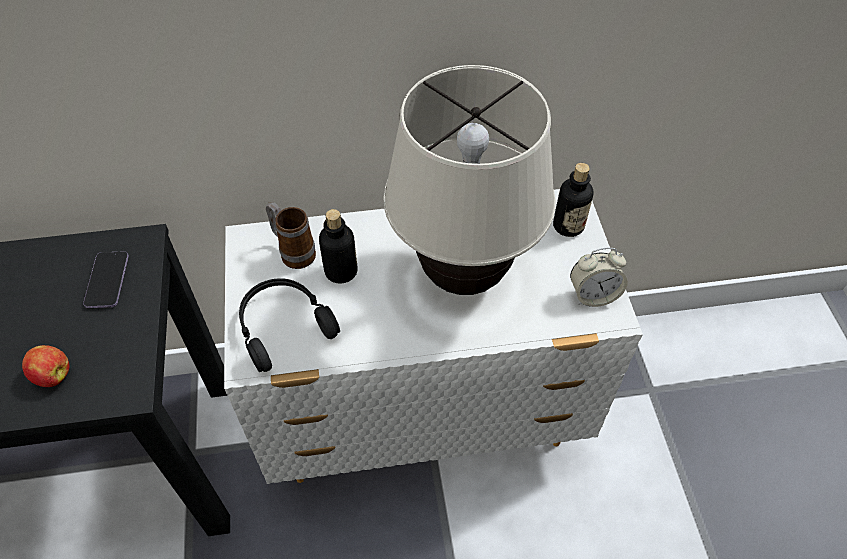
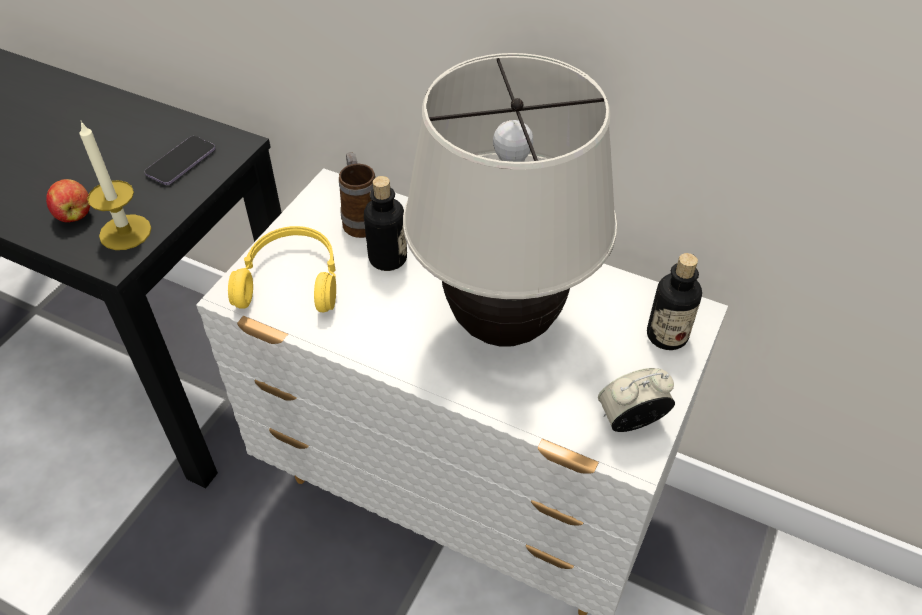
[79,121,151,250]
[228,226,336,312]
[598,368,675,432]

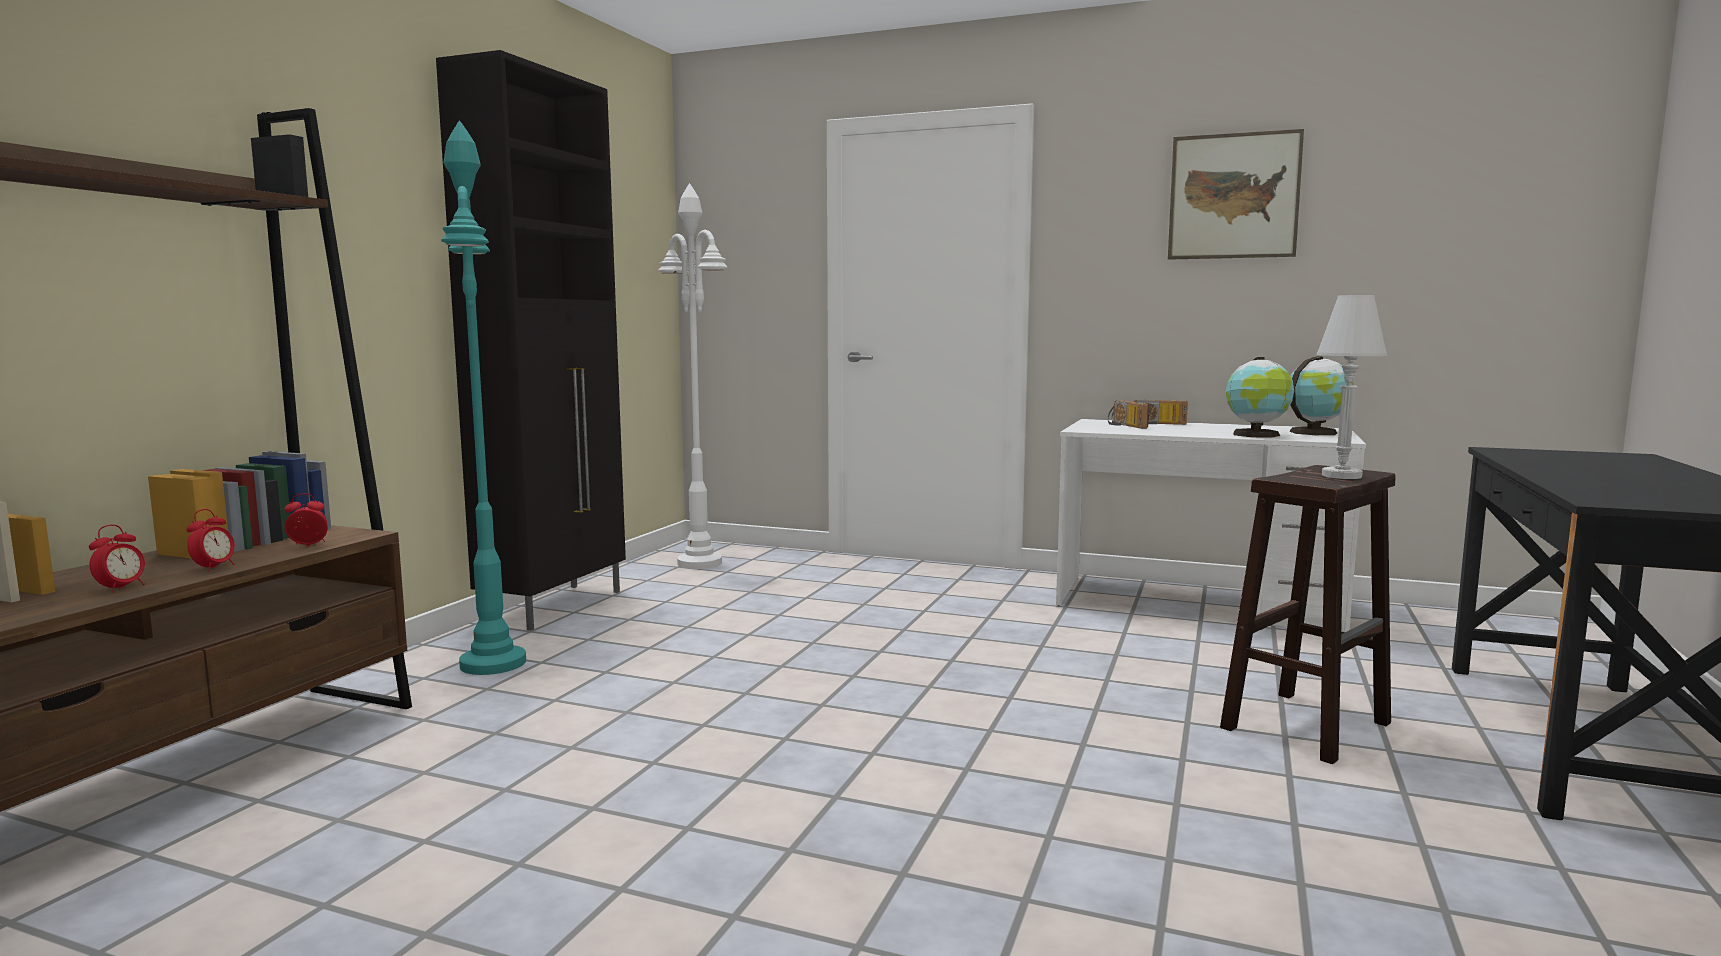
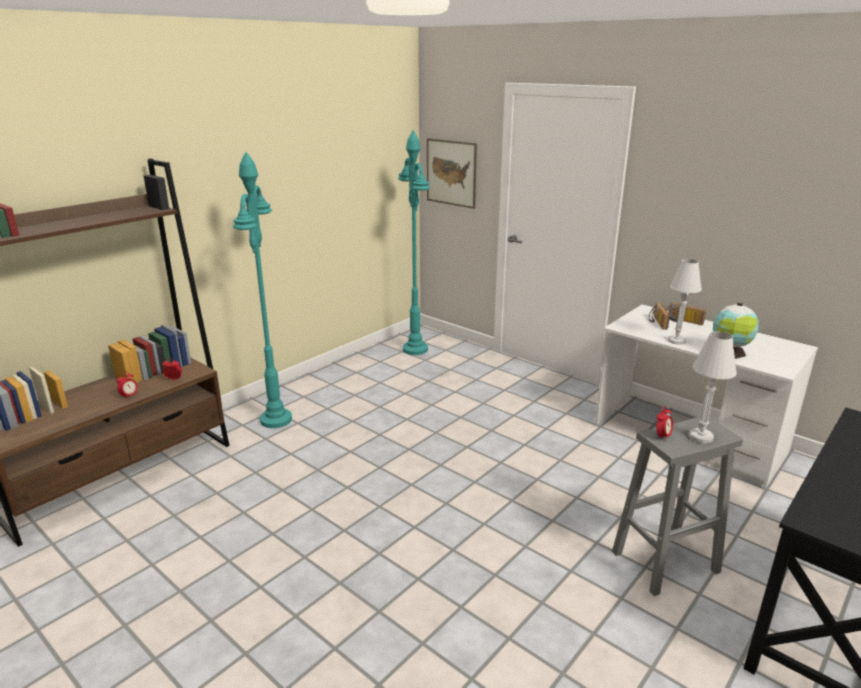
[436,50,626,631] (first image)
[1289,356,1354,435] (first image)
[668,259,702,345]
[657,406,673,439]
[427,138,477,209]
[398,131,430,355]
[612,416,743,596]

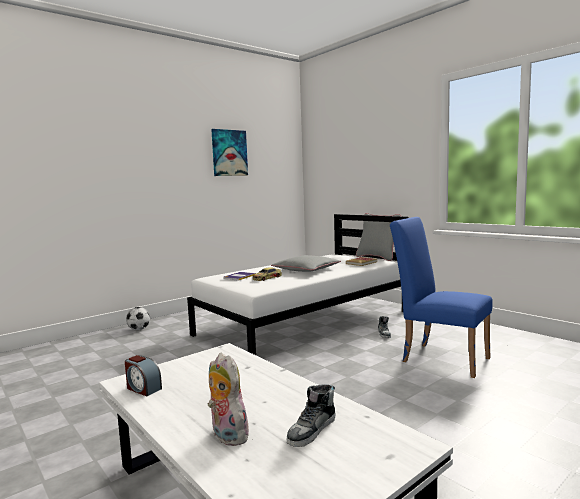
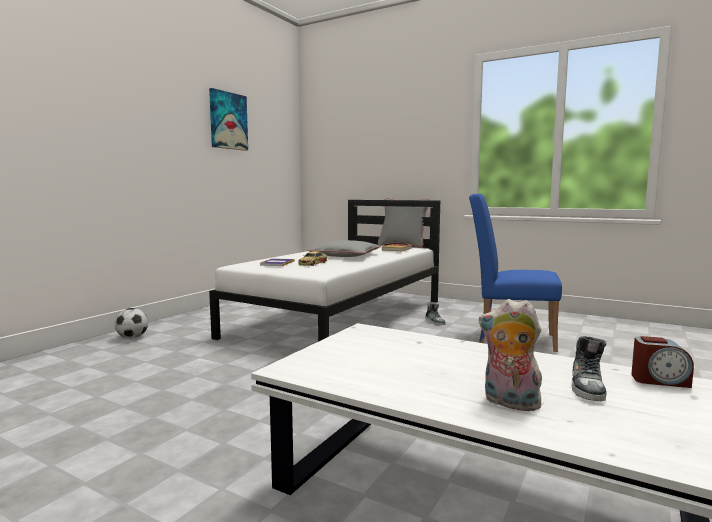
[631,336,694,388]

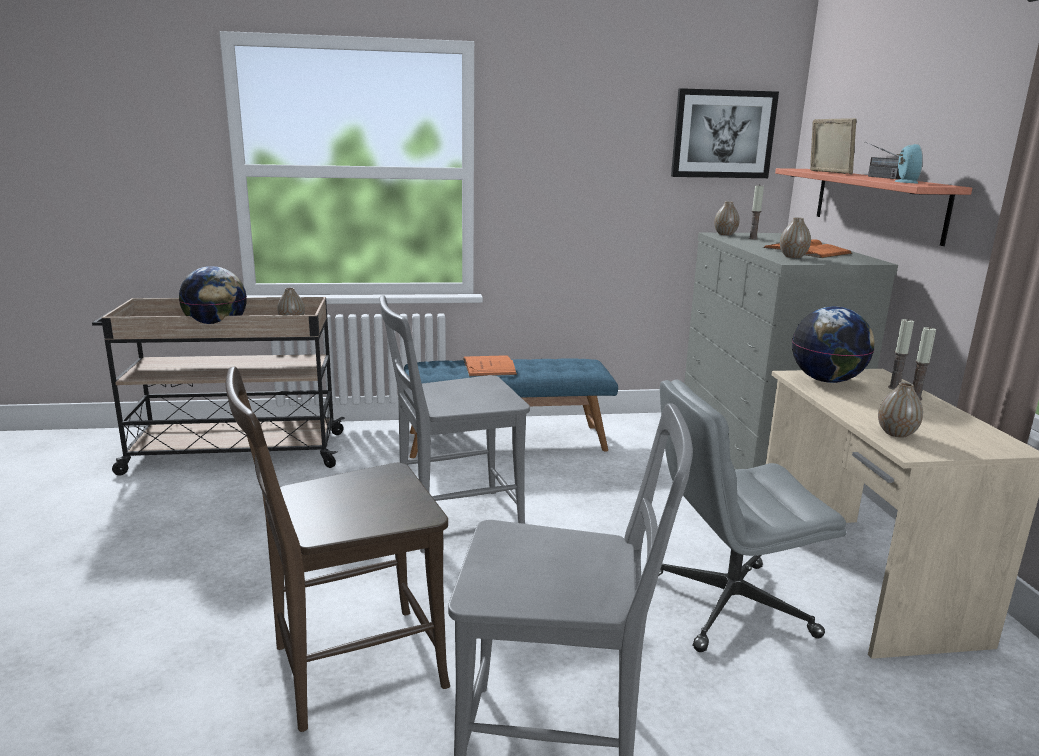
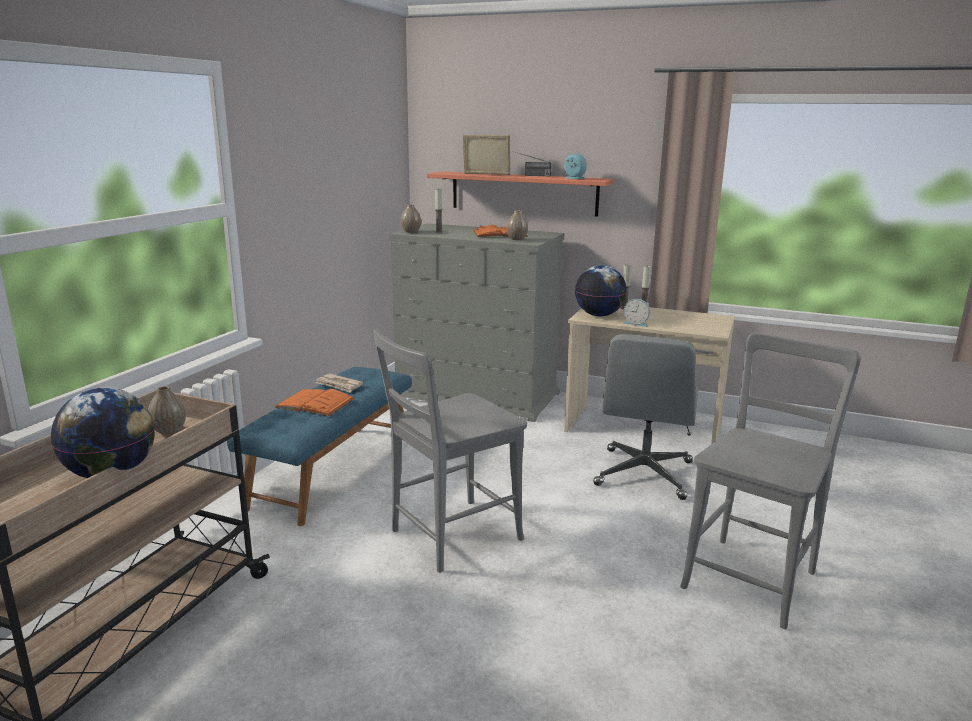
[226,367,450,732] (first image)
[671,88,779,178] (first image)
[878,382,923,438] (first image)
[315,374,363,393]
[623,299,650,327]
[373,329,527,573]

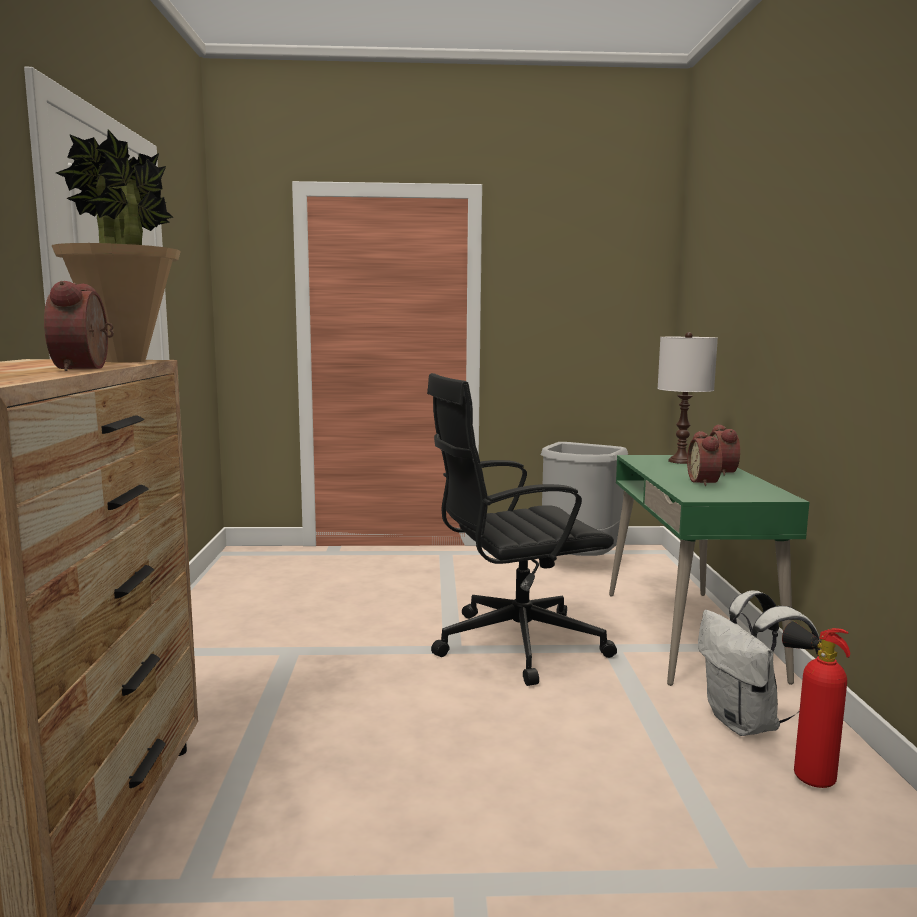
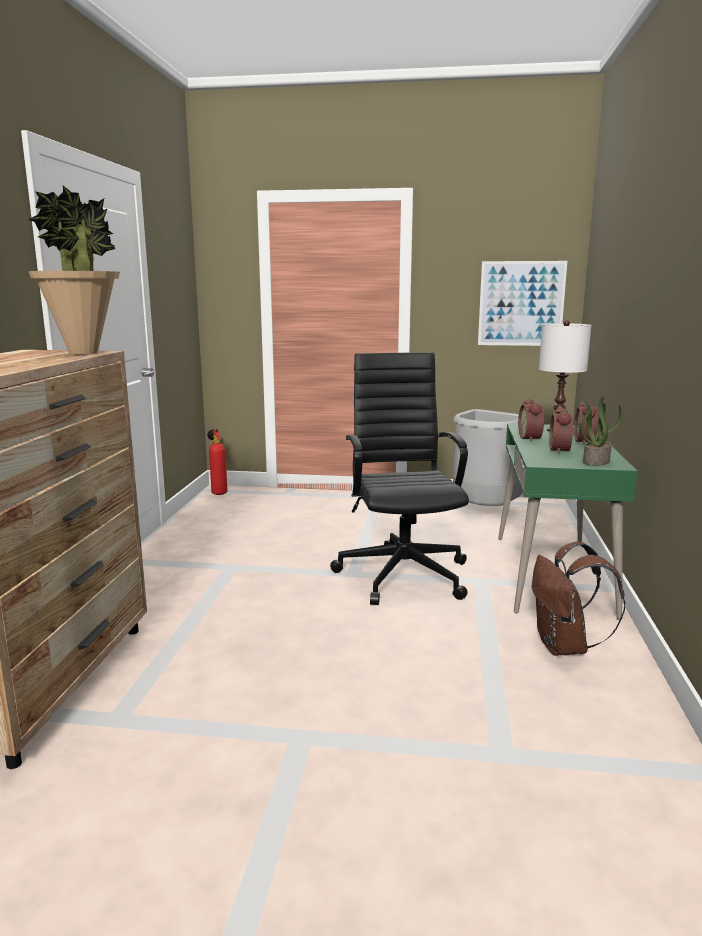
[478,261,567,346]
[580,396,622,466]
[518,398,544,442]
[207,429,228,495]
[532,542,625,656]
[330,352,469,605]

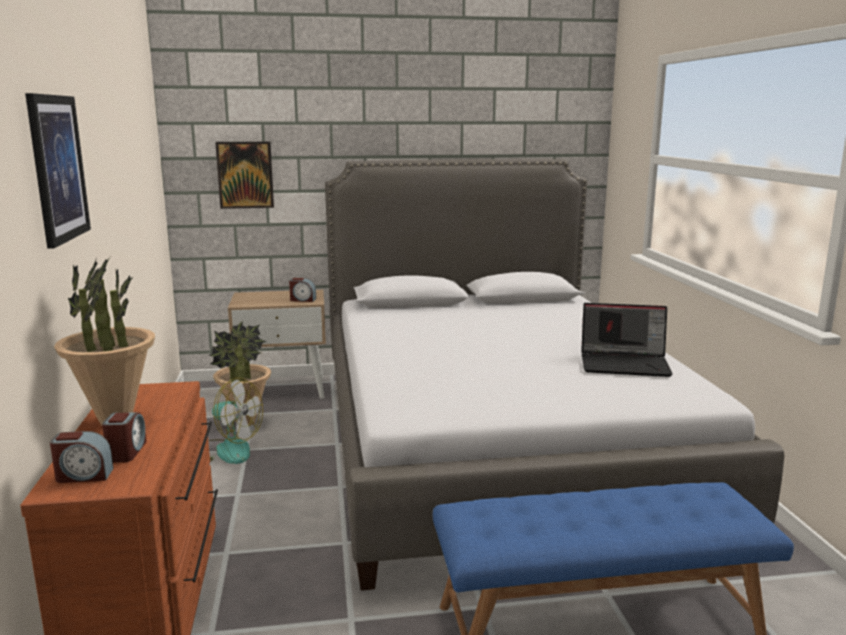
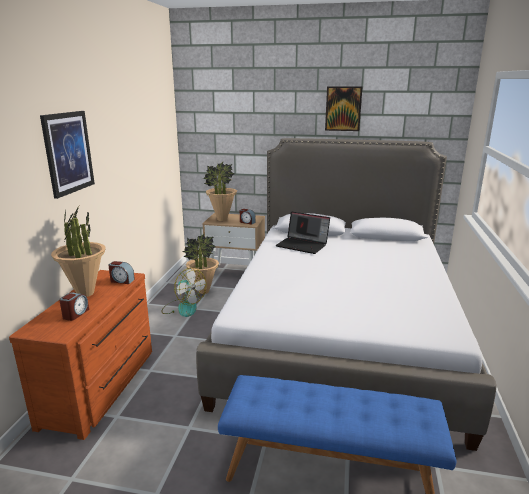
[203,162,237,221]
[108,261,135,284]
[325,86,362,131]
[276,211,330,254]

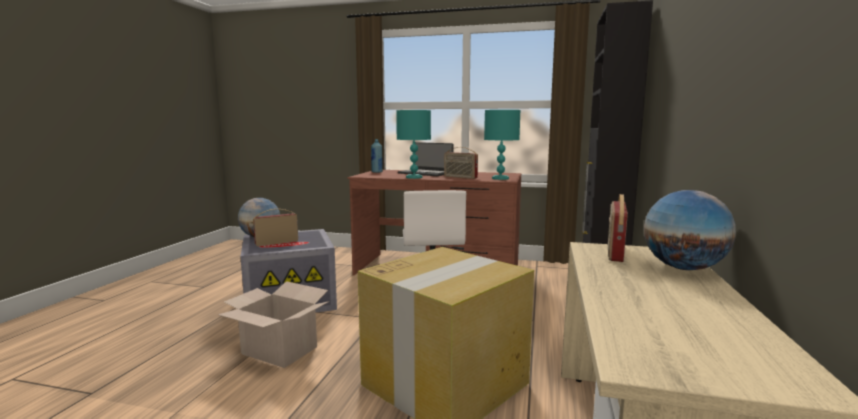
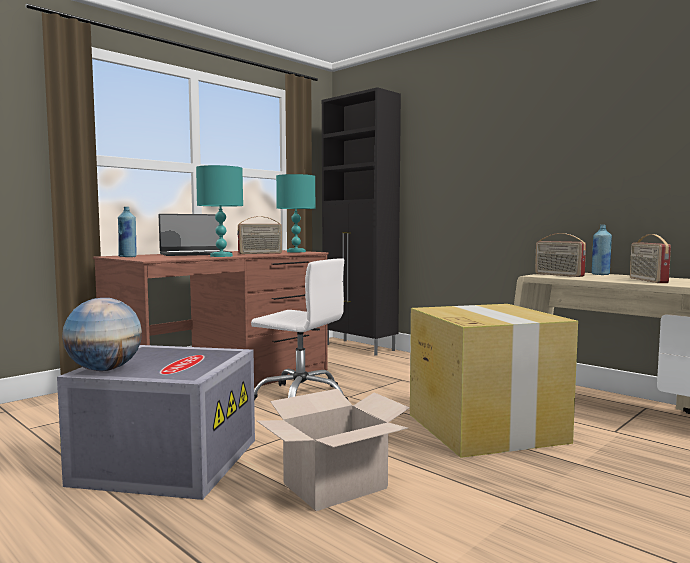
[630,234,671,283]
[592,225,612,275]

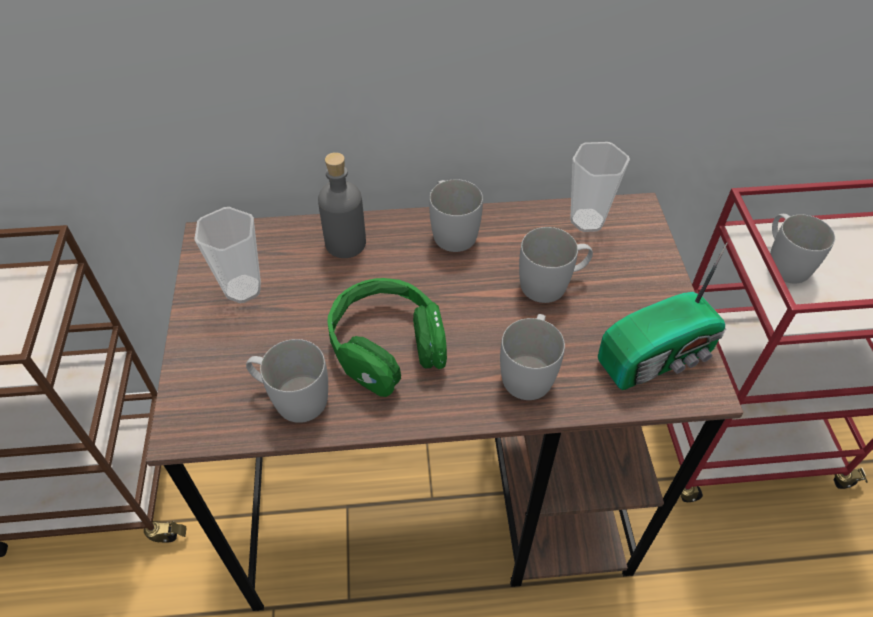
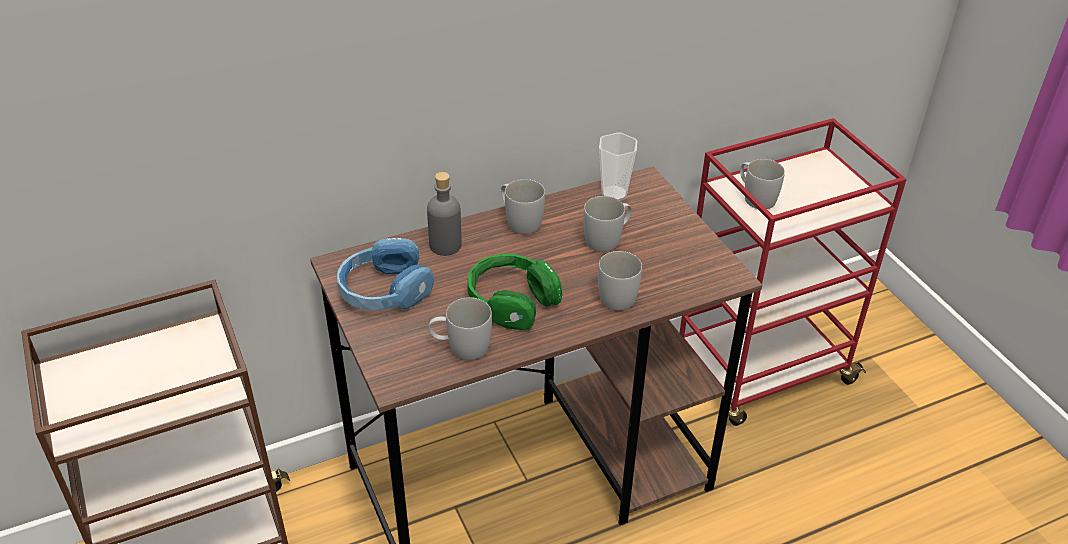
[598,242,728,390] (first image)
[337,238,434,310]

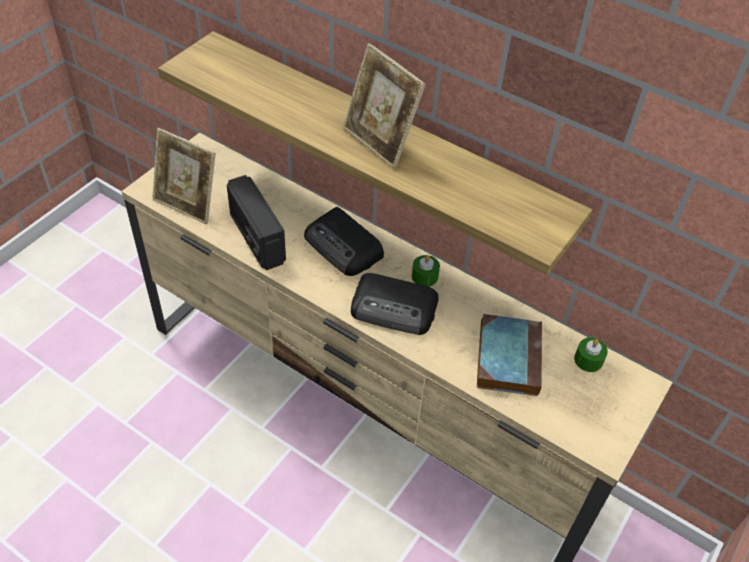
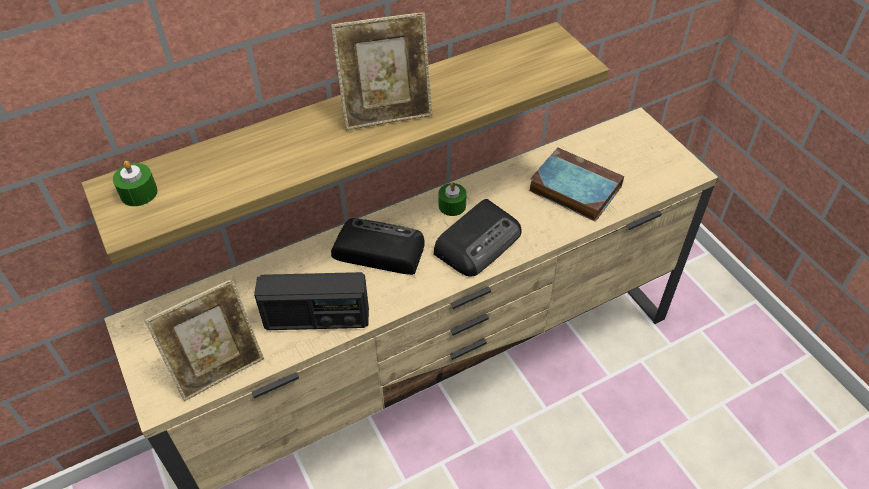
[113,161,157,206]
[331,218,425,275]

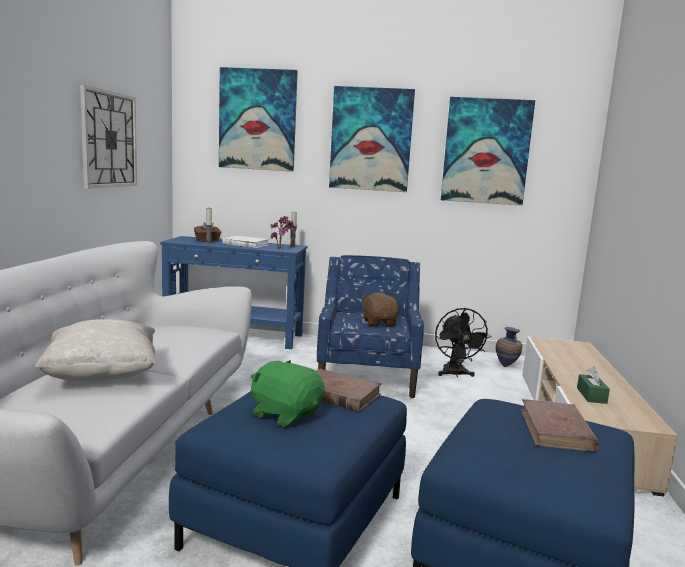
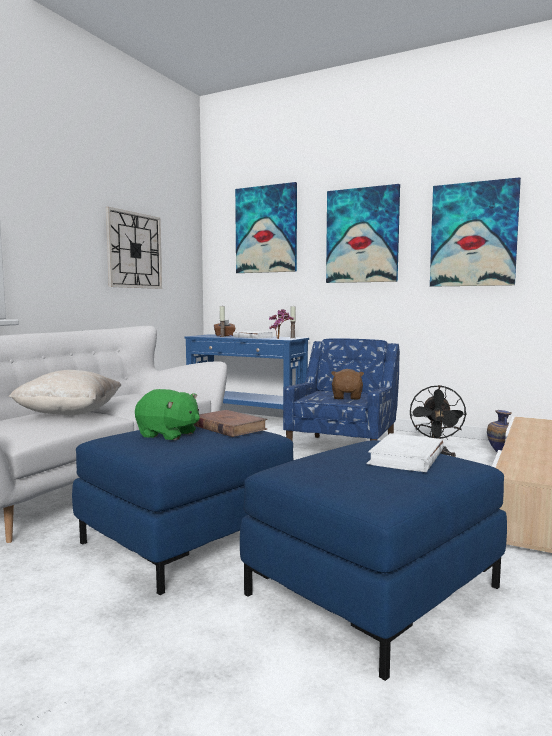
[577,367,610,404] (first image)
[367,433,444,472]
[135,389,200,440]

